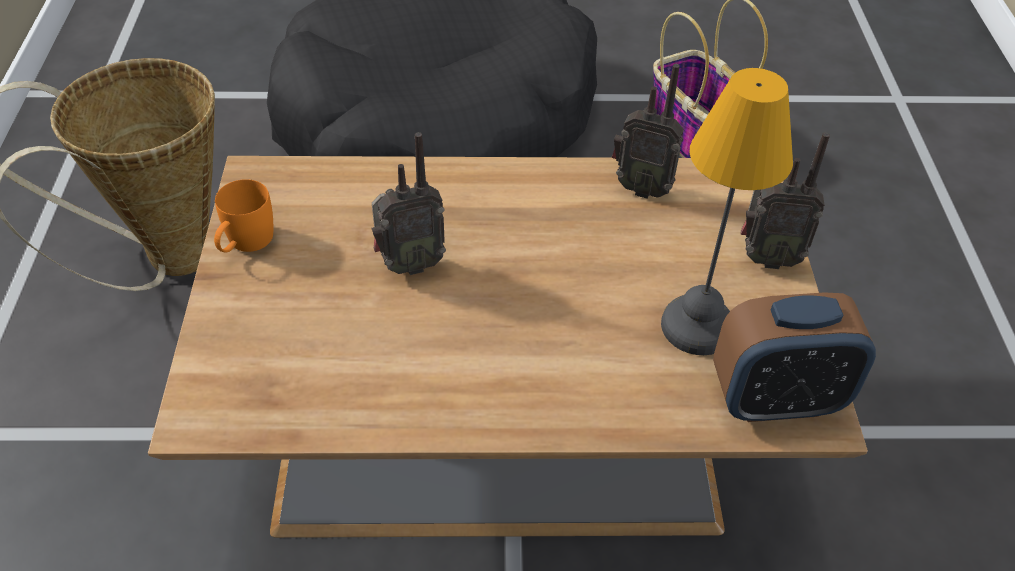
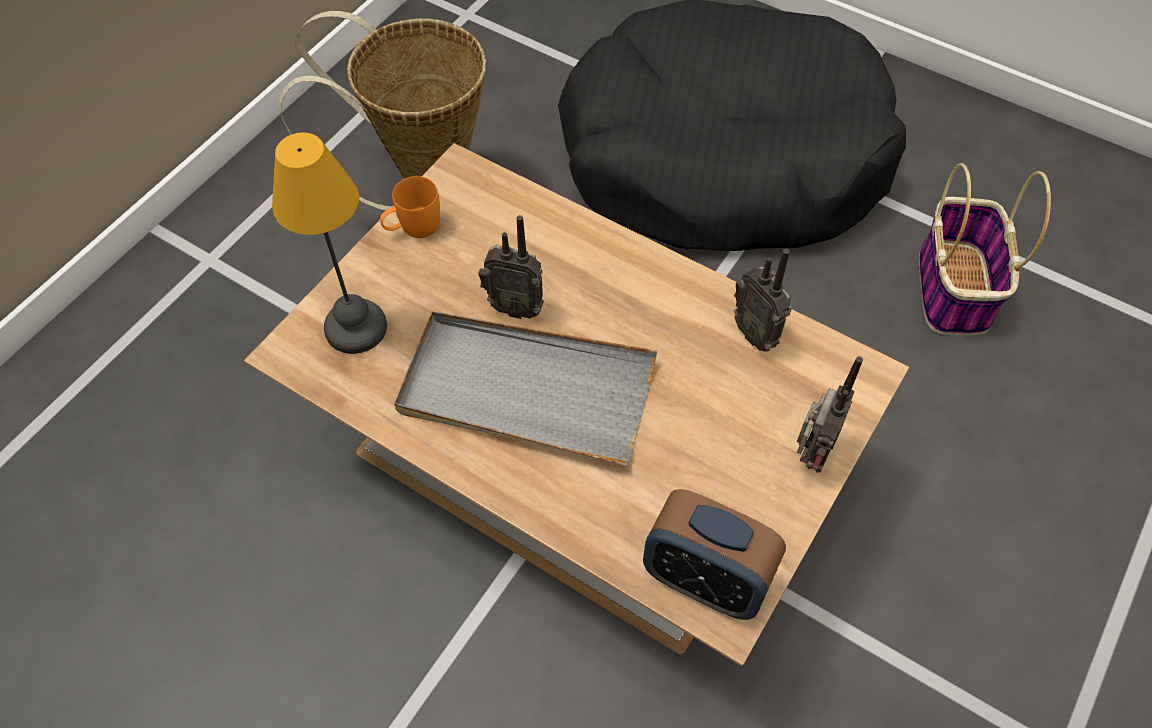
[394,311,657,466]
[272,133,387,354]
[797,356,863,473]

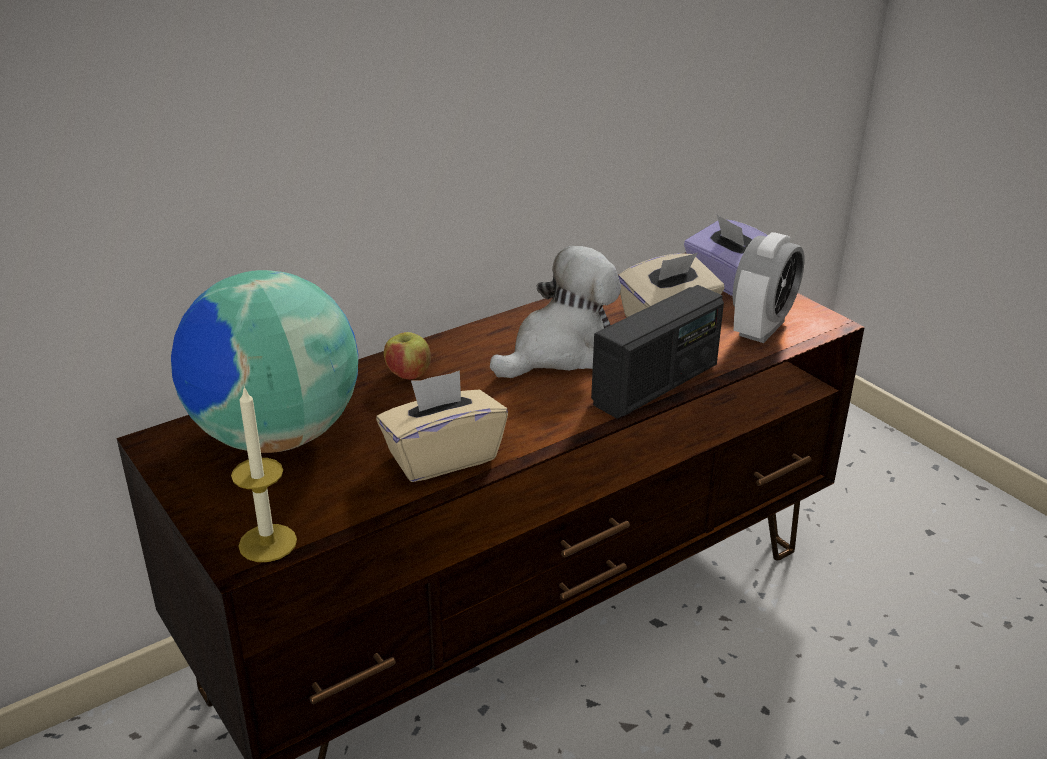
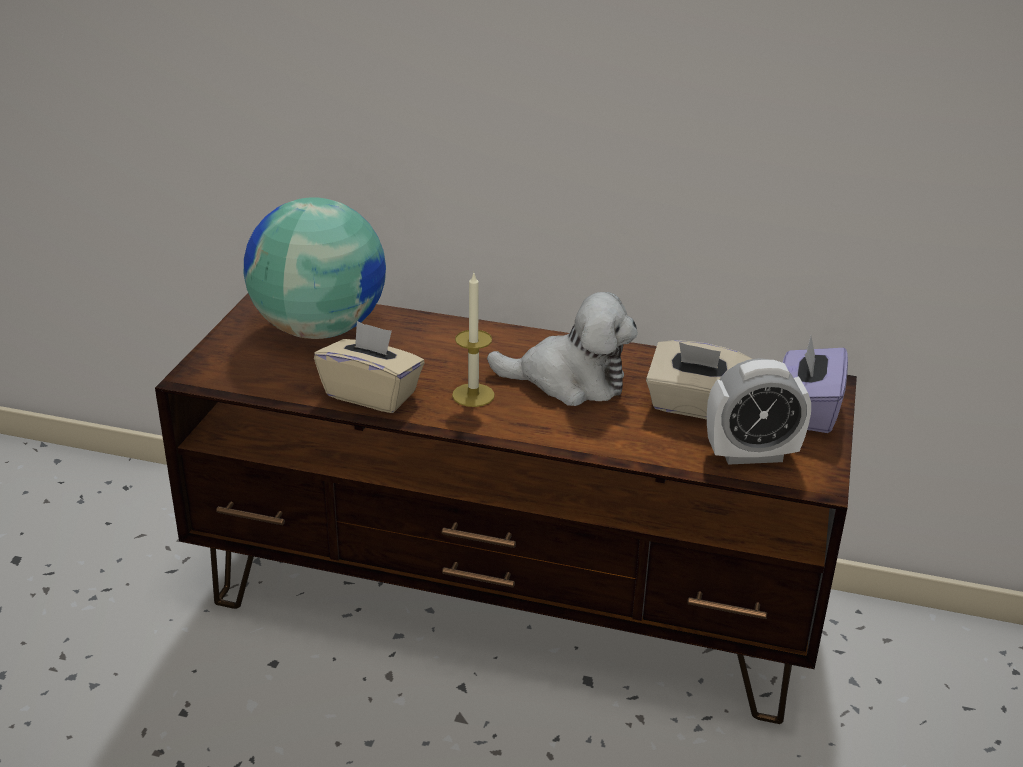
[384,332,431,380] (first image)
[591,285,724,419] (first image)
[452,273,495,407]

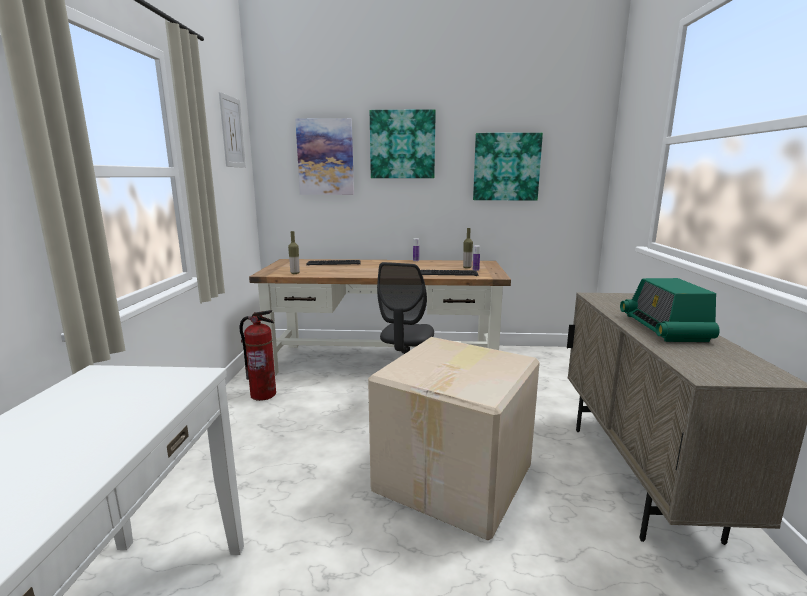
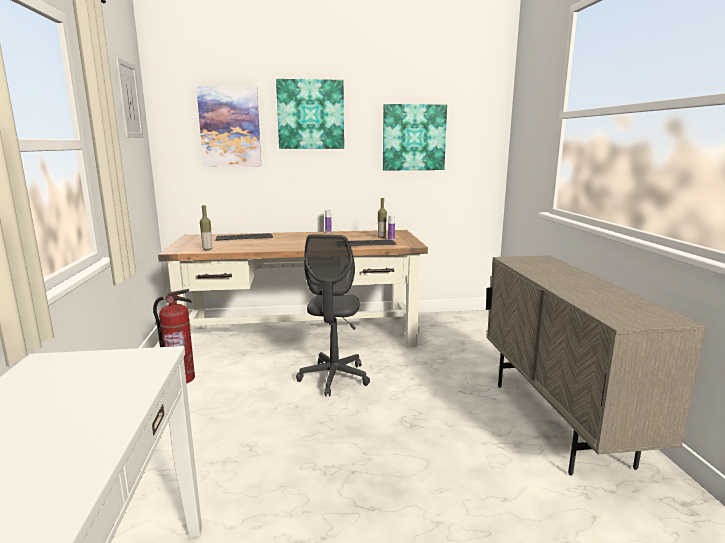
[368,337,540,540] (first image)
[620,278,720,342] (first image)

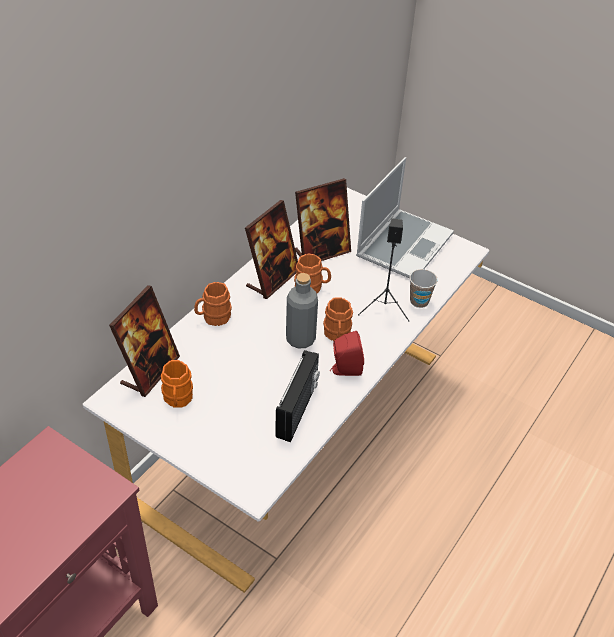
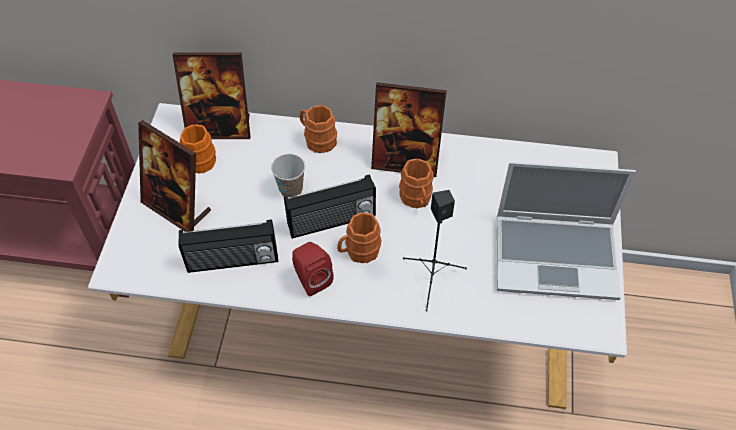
[138,120,211,233]
[271,154,305,198]
[284,174,376,239]

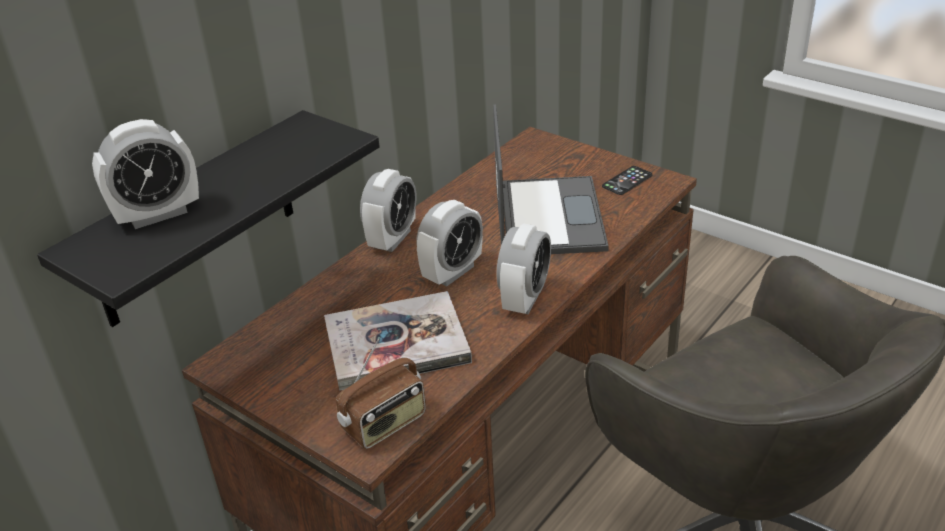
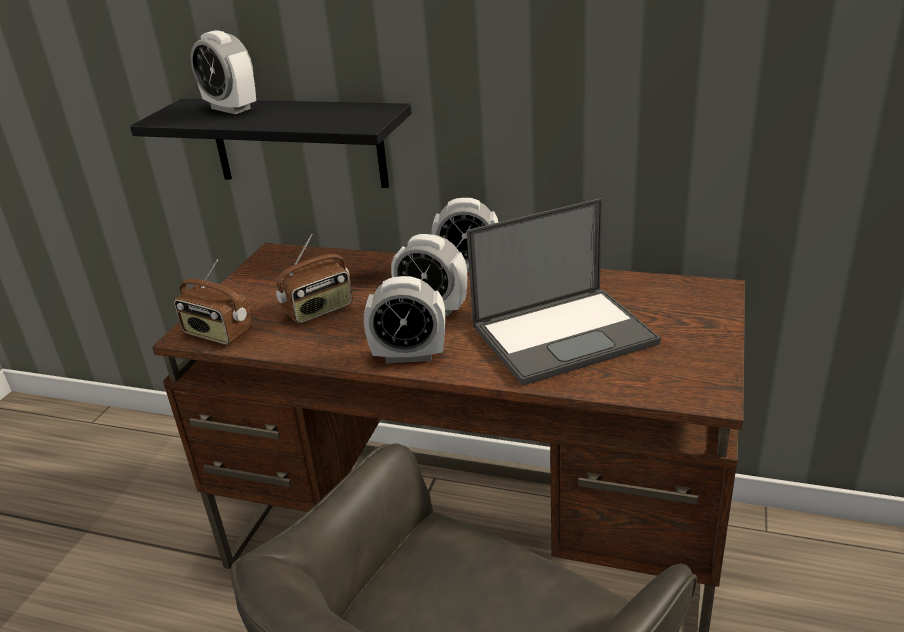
[602,166,652,195] (first image)
[276,233,353,324]

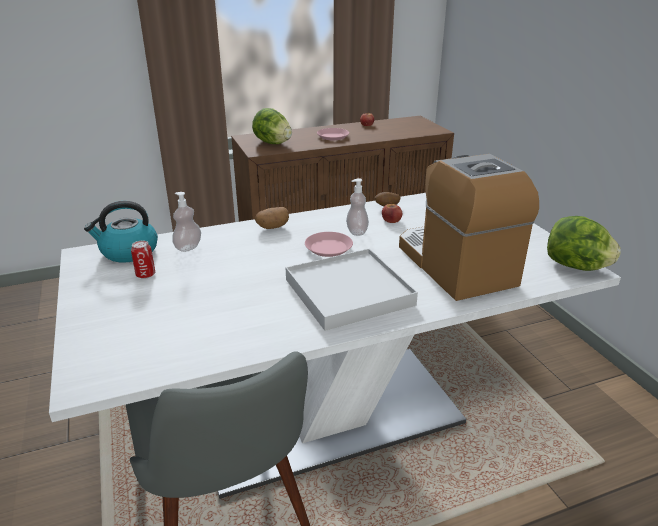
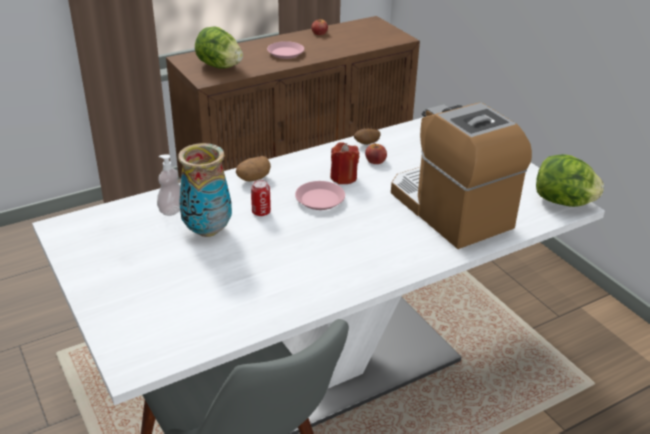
[84,201,158,263] (first image)
[286,249,418,331] (first image)
[178,143,232,237]
[251,180,271,216]
[330,142,359,184]

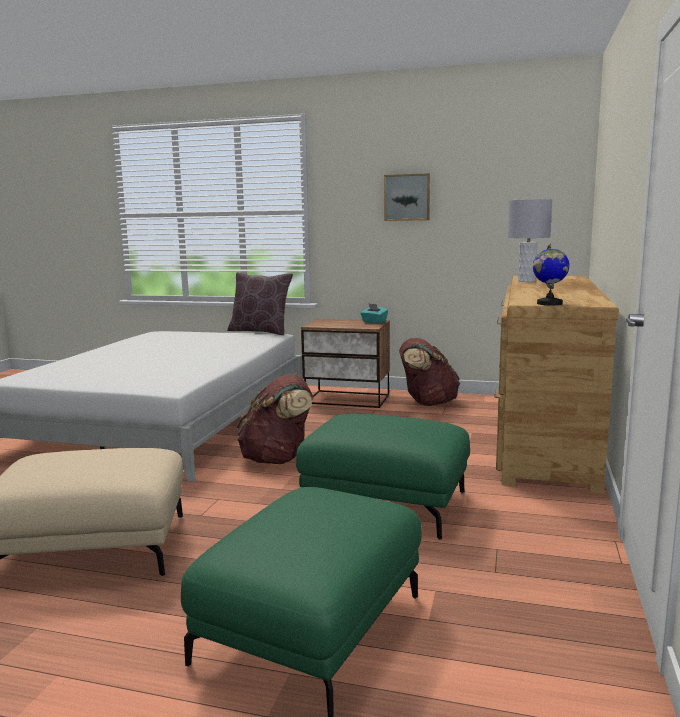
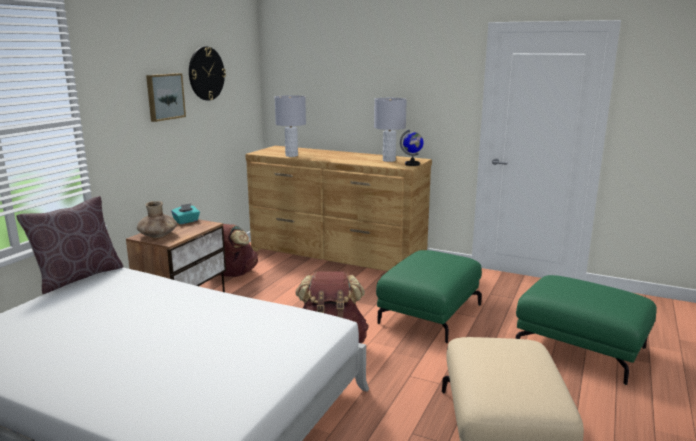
[137,201,177,238]
[189,47,226,101]
[374,98,407,162]

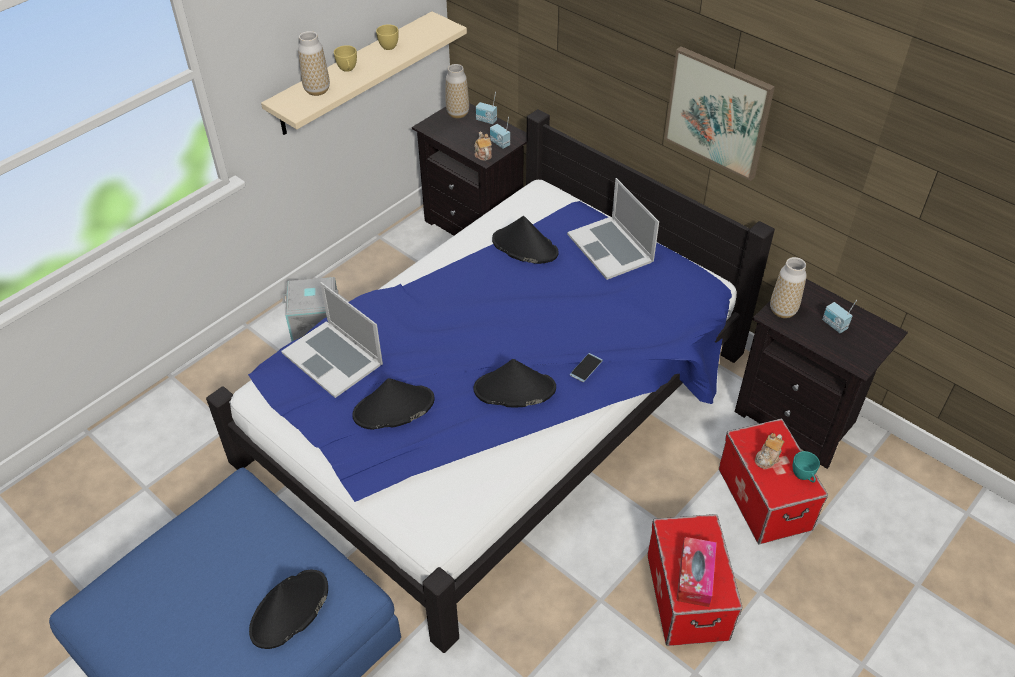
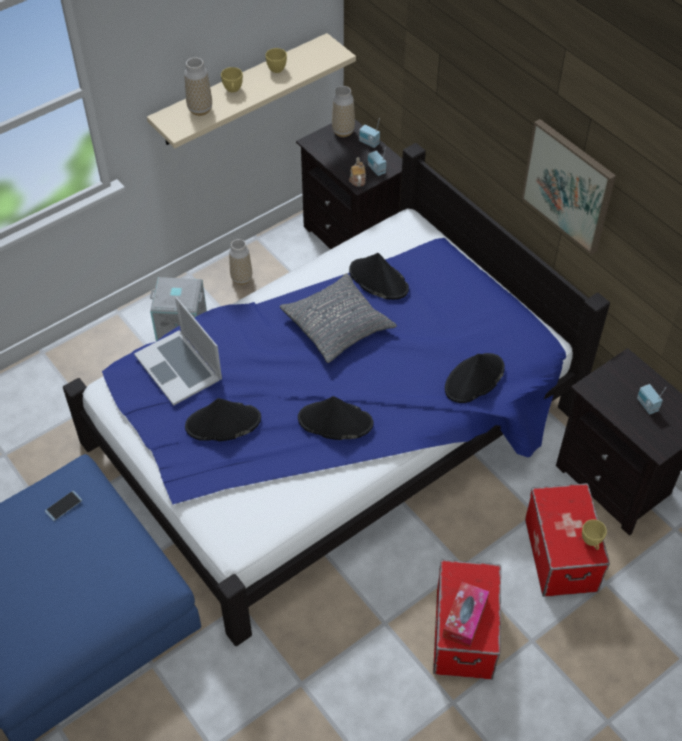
[567,178,659,280] (first image)
[755,433,784,469] (first image)
[280,273,397,363]
[445,353,505,403]
[45,490,82,521]
[229,239,252,285]
[582,519,607,550]

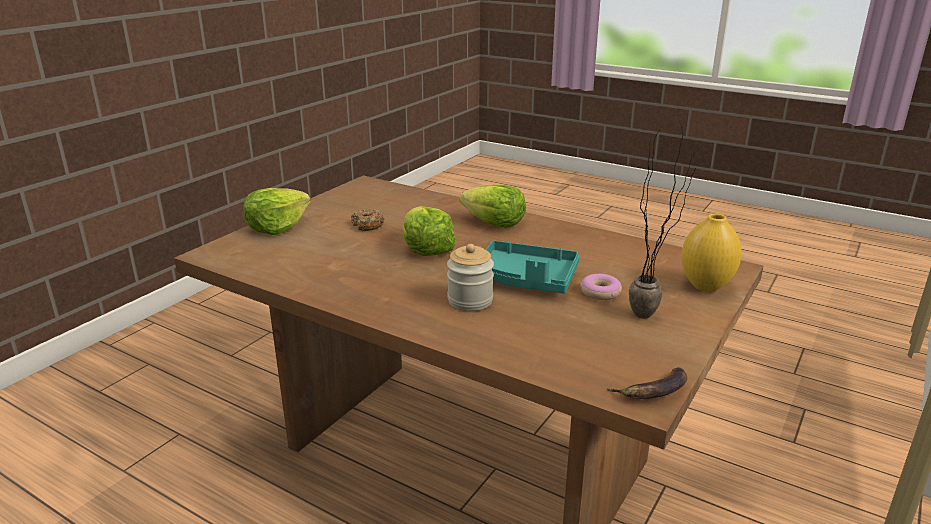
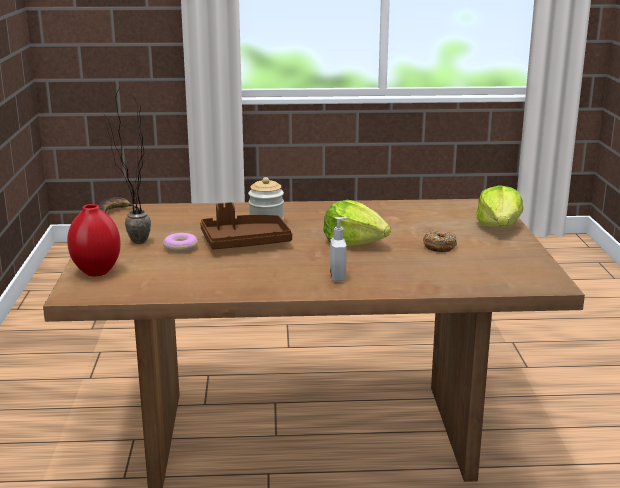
[330,217,348,282]
[200,202,292,249]
[67,204,121,276]

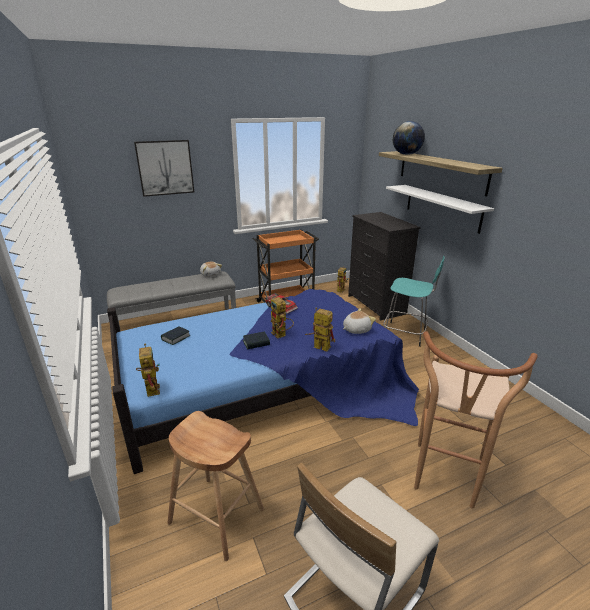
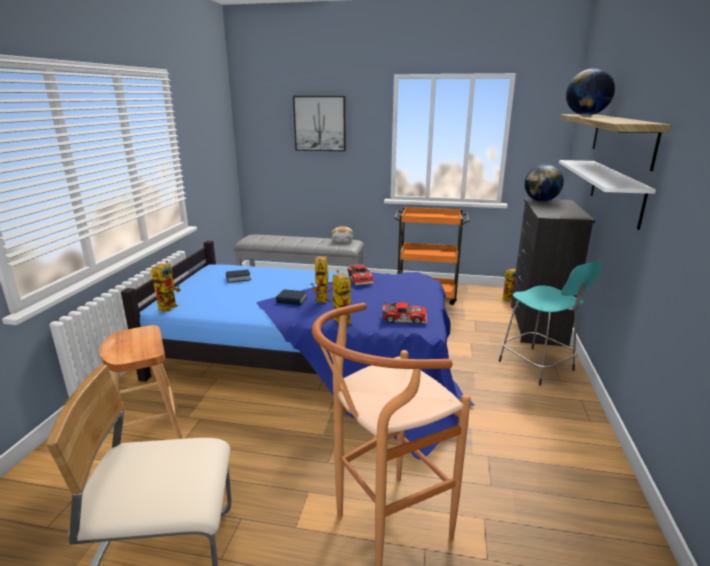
[524,164,564,202]
[382,302,428,324]

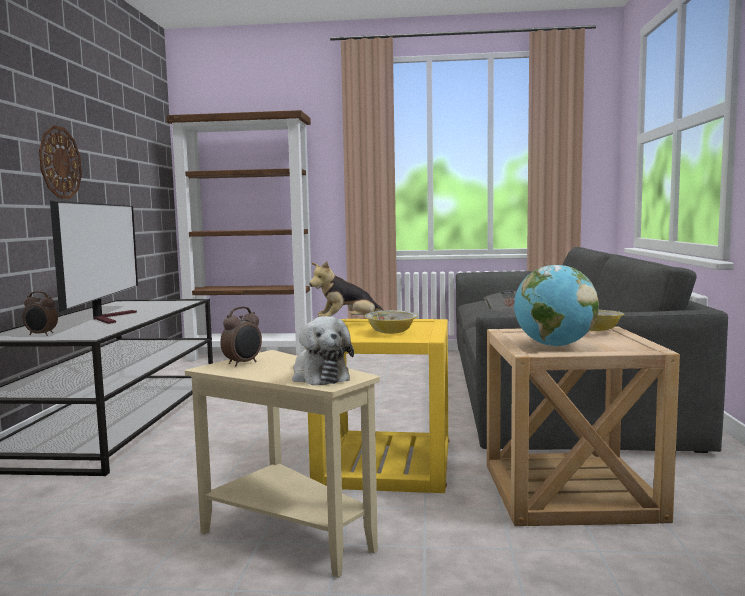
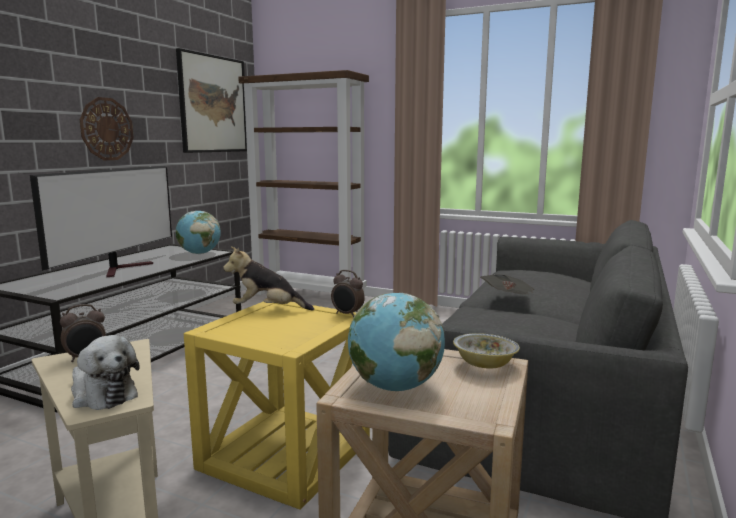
[365,310,417,334] (first image)
[176,48,247,153]
[176,211,221,254]
[331,270,365,317]
[71,335,140,410]

